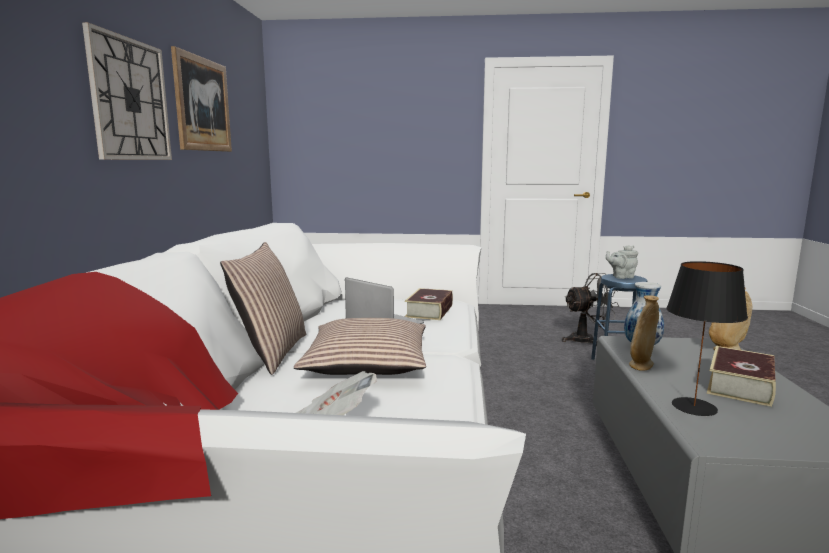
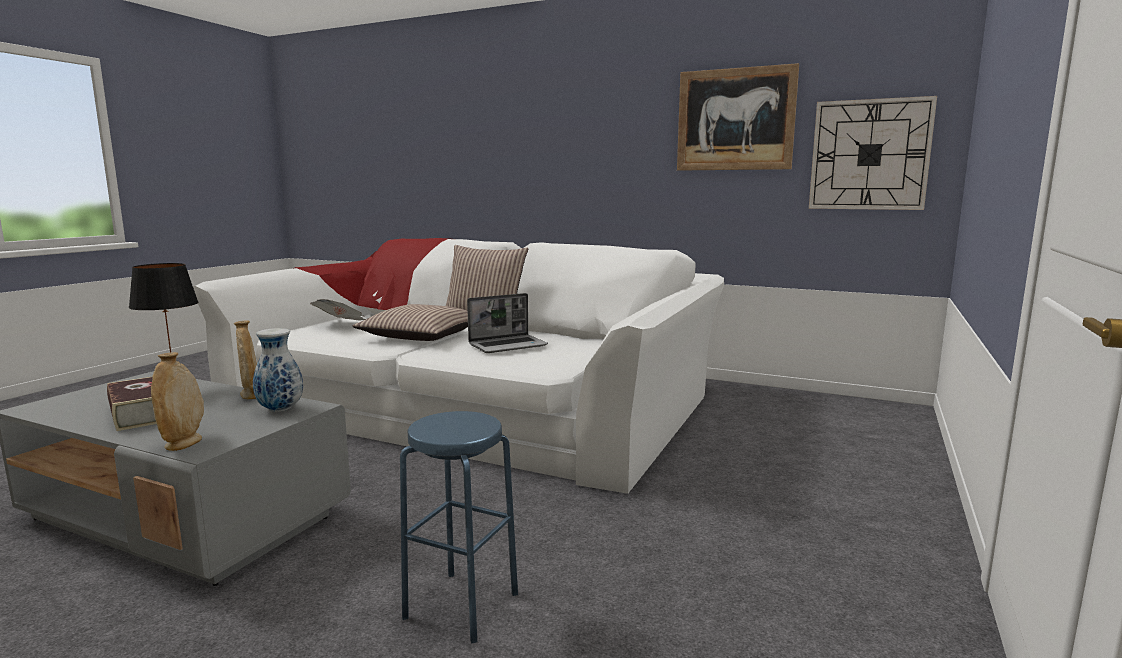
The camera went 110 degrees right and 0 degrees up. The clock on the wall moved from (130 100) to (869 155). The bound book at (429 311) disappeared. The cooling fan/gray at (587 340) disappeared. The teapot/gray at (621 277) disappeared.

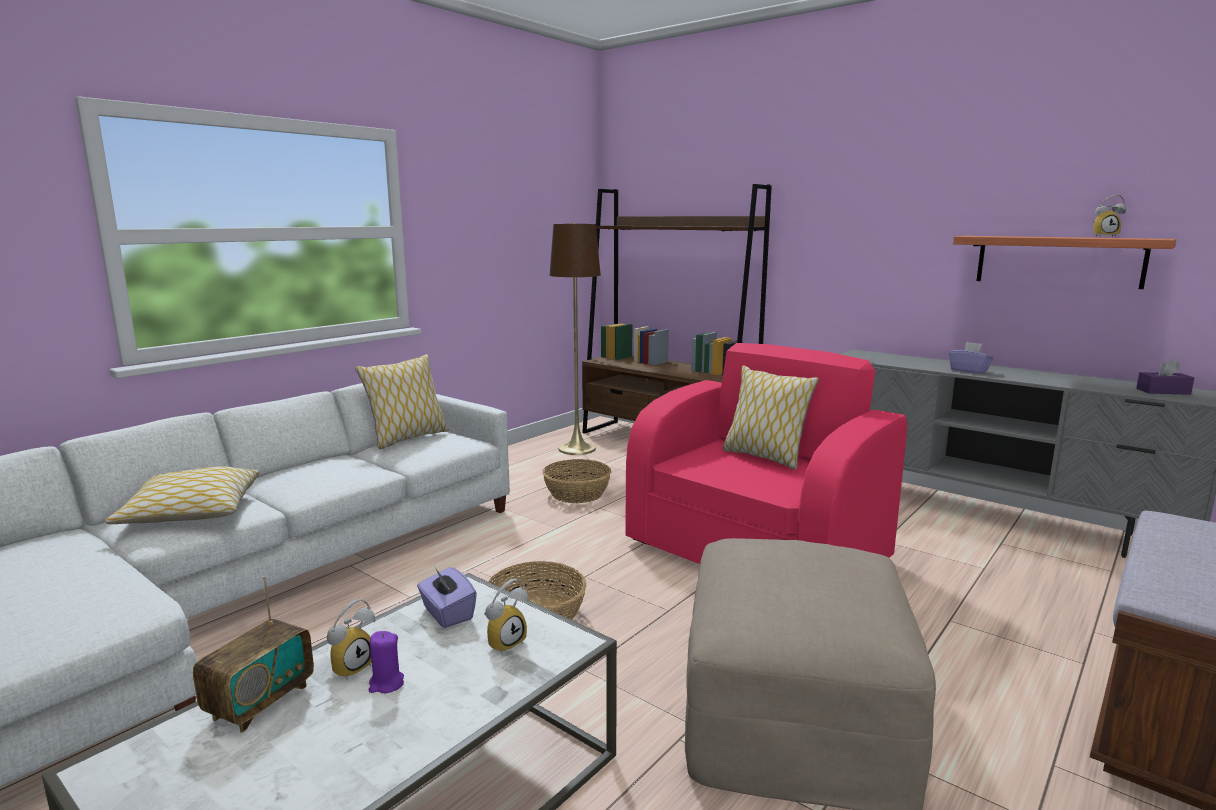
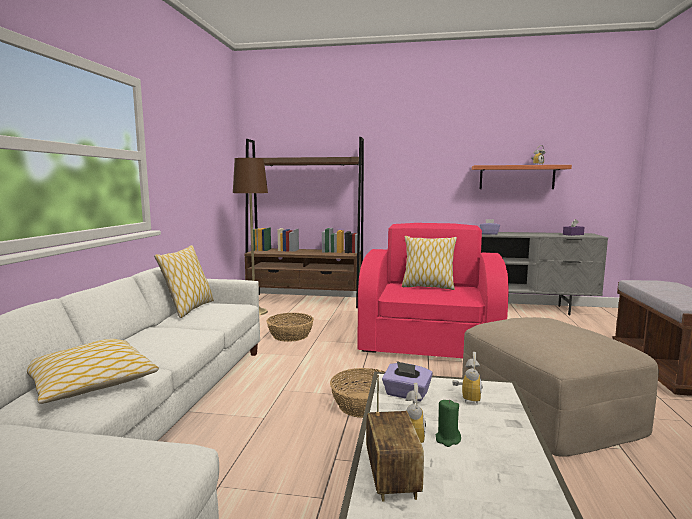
The camera went 30 degrees left and 5 degrees down. The candle/purple at (386 684) became the candle/green at (447 439).

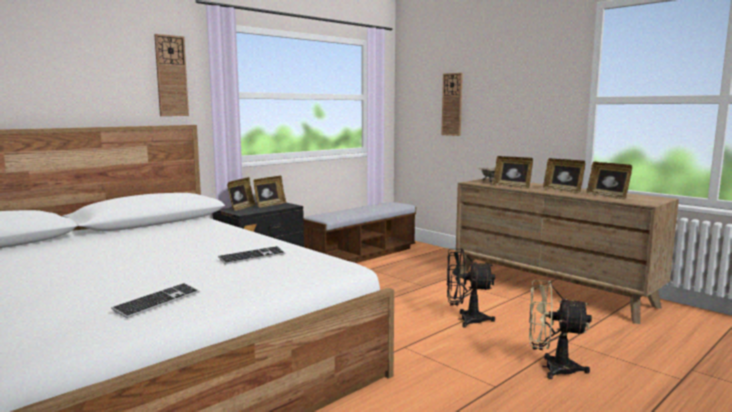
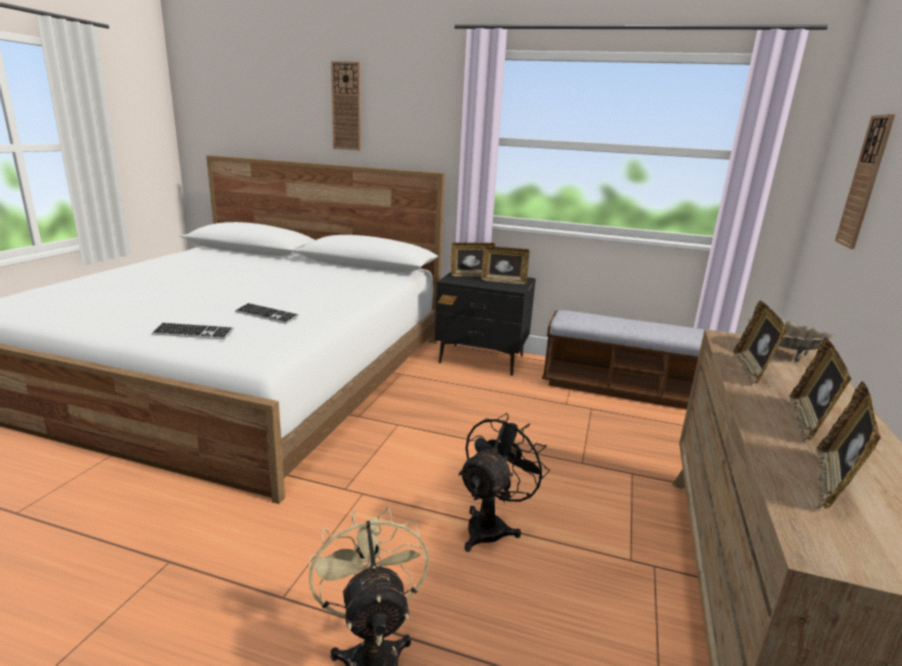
The camera went 60 degrees right and 10 degrees up. The computer keyboard moved from (157 302) to (193 333). The clock on the wall moved from (171 76) to (346 106). The cooling fan/blackish at (465 320) turned 60 degrees clockwise.

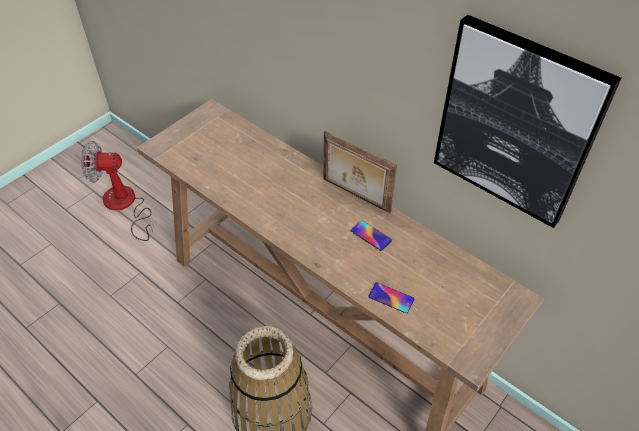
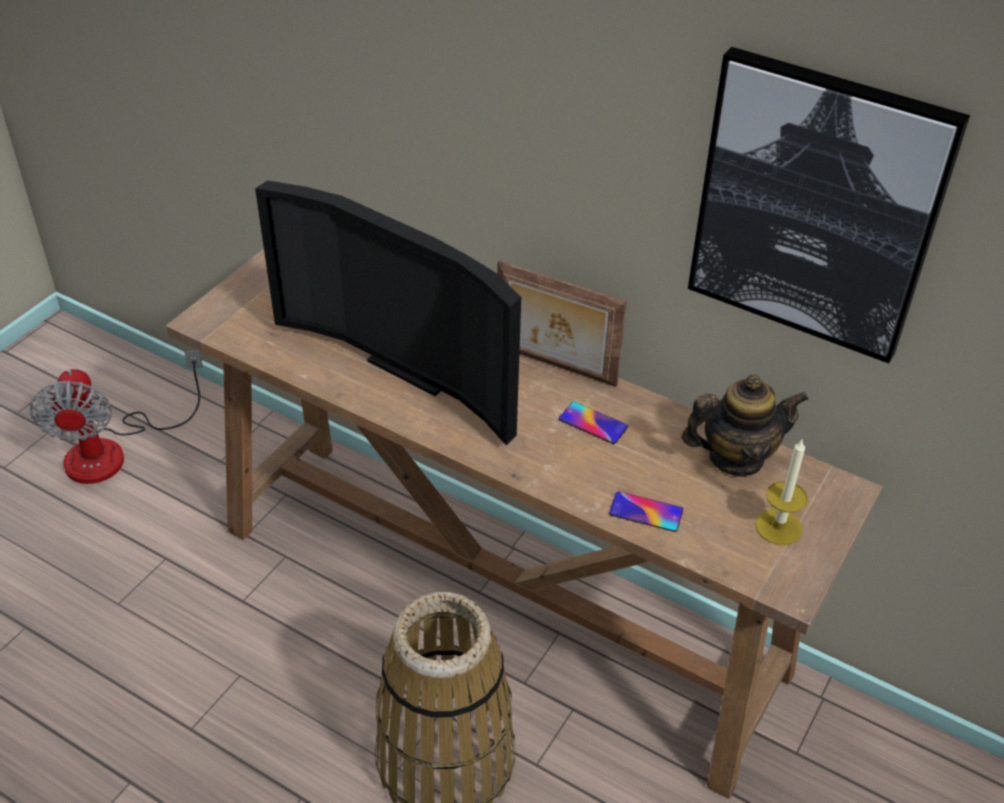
The camera went 10 degrees left and 5 degrees down. The cooling fan at (125 206) turned 90 degrees counterclockwise. The TV at (415 364) appeared. The teapot at (736 457) appeared. The candle at (778 527) appeared.

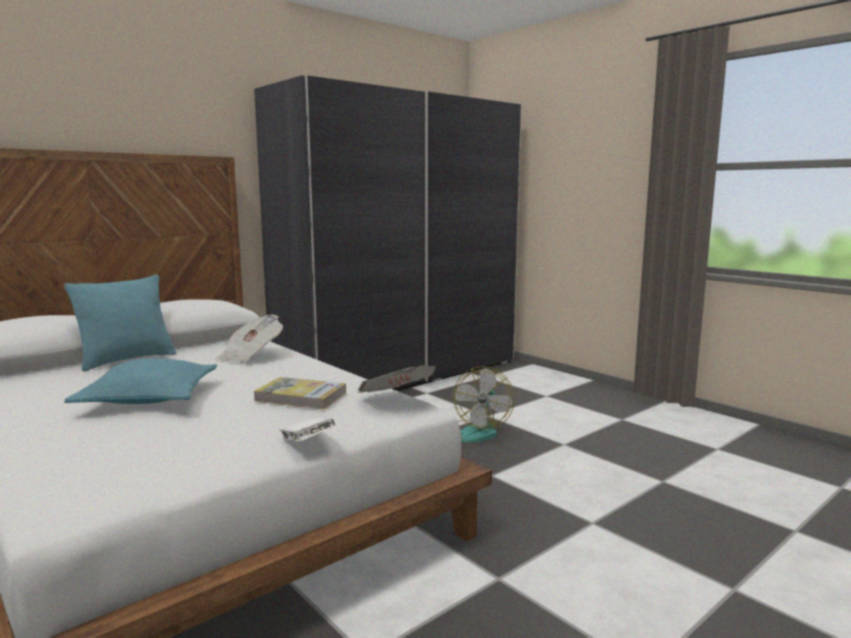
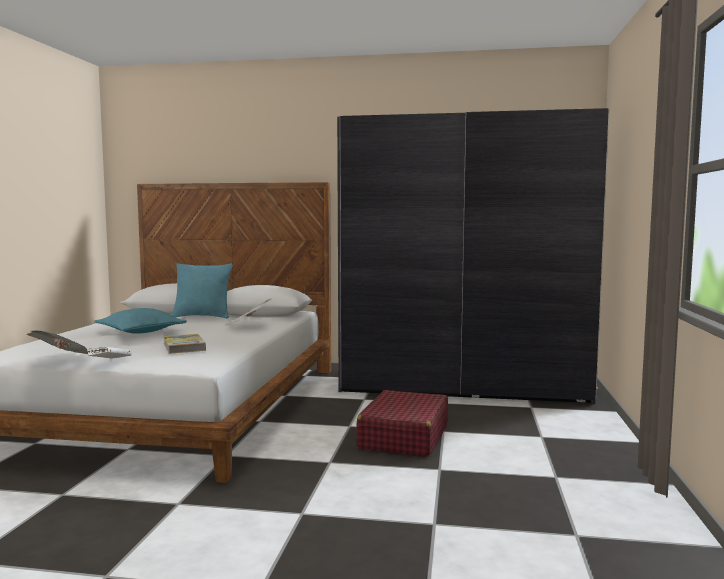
The camera went 50 degrees right and 5 degrees down. The printed paper moved from (396 401) to (65 360). The cooling fan at (479 431) was replaced by the suitcase/reddish at (403 437).

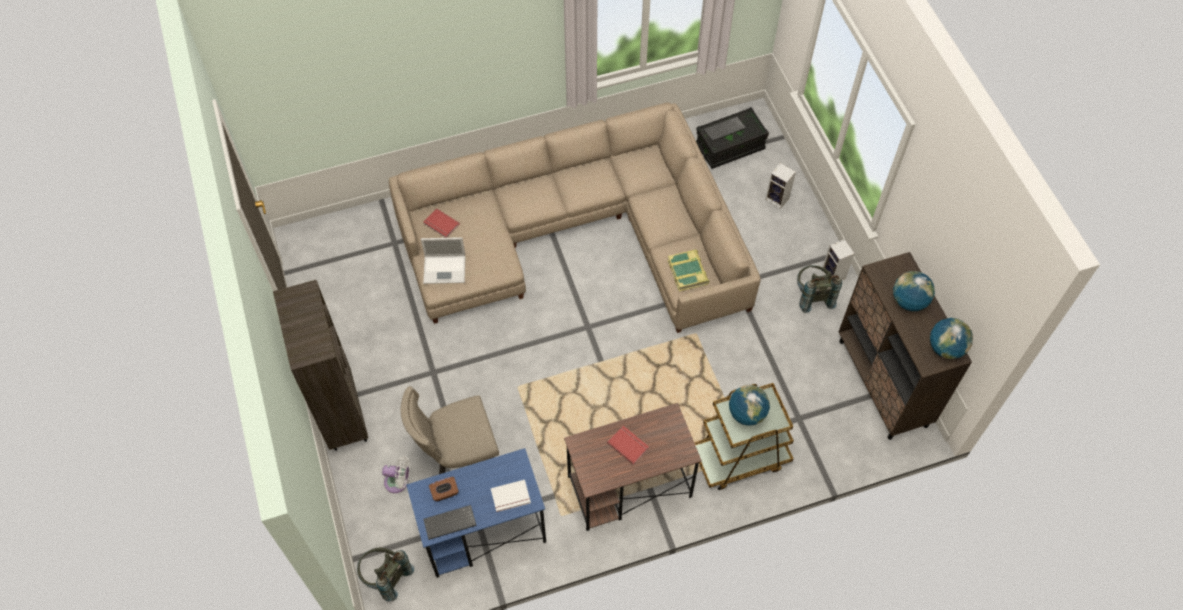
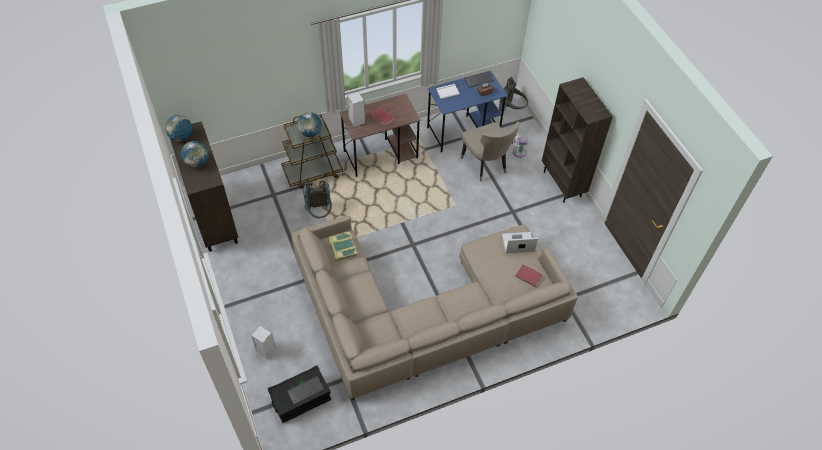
The camera went 175 degrees right and 5 degrees down. The rucksack/gray moved from (812 296) to (320 213). The loudspeaker moved from (834 274) to (356 120). The plain chair/beige at (457 457) turned 90 degrees clockwise.

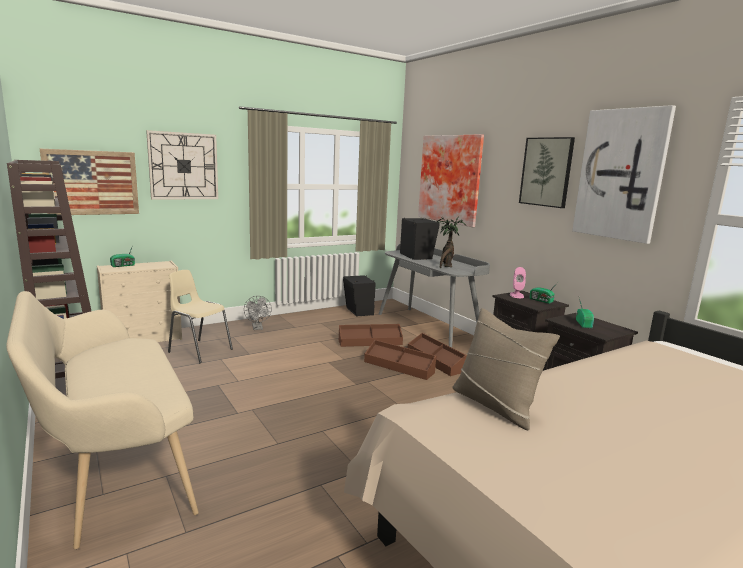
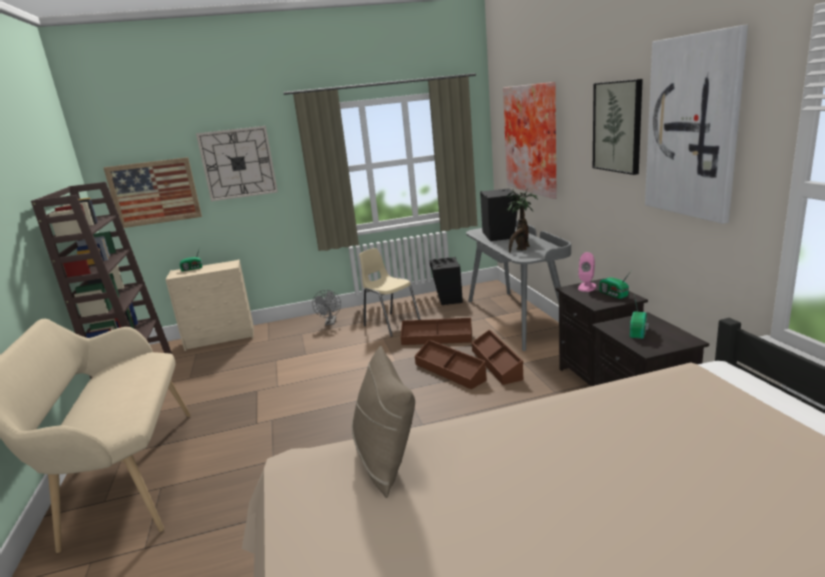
The camera went 20 degrees right and 5 degrees up. The plain chair/beige moved from (199 350) to (391 324).

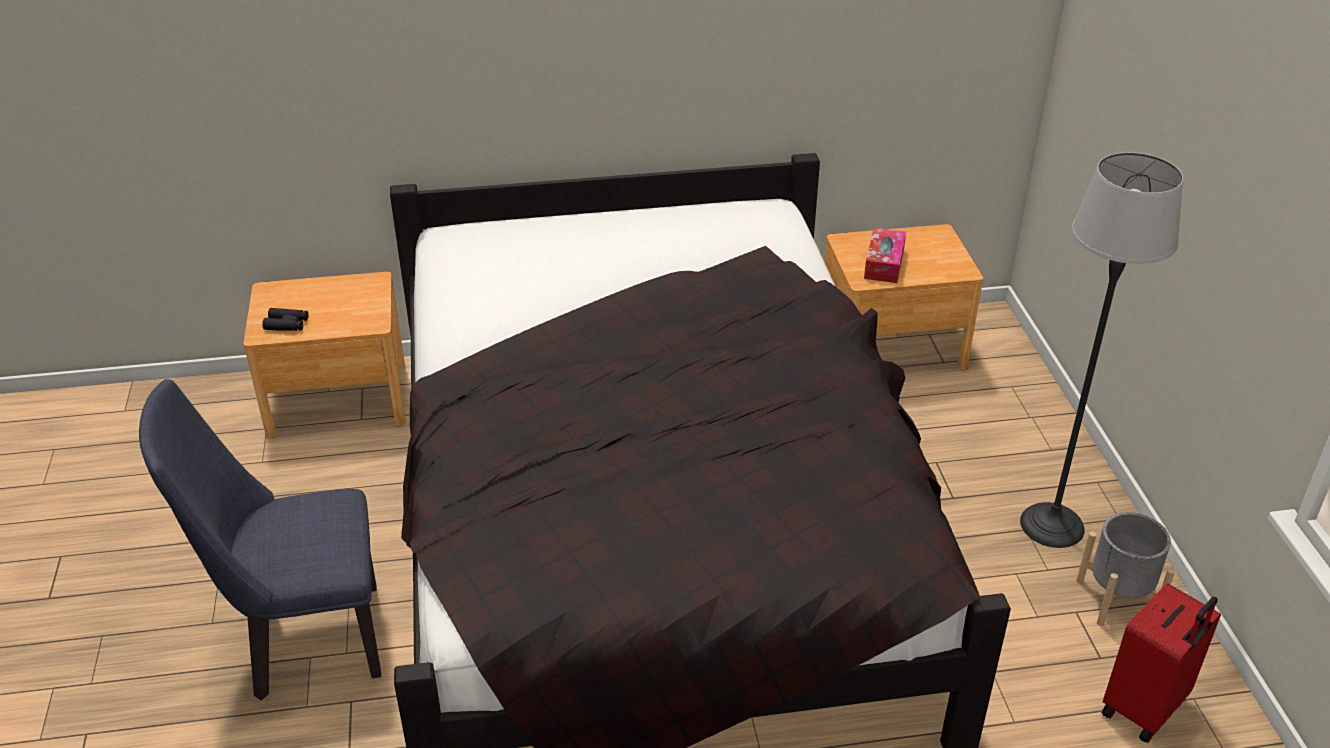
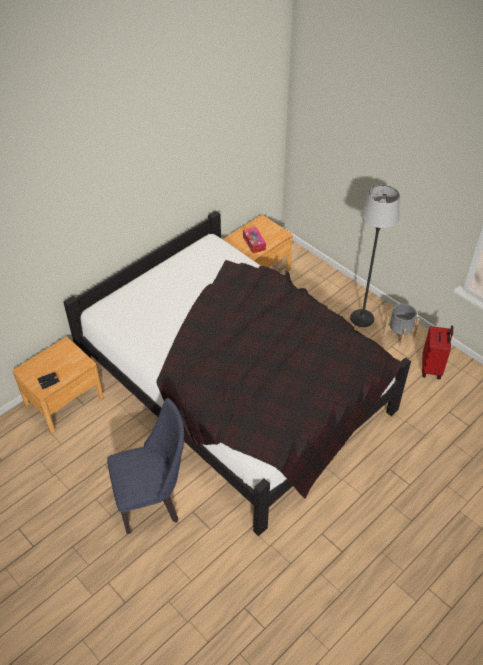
The camera went 35 degrees left and 10 degrees up. The plain chair/blue-coloured at (302 642) turned 150 degrees counterclockwise.

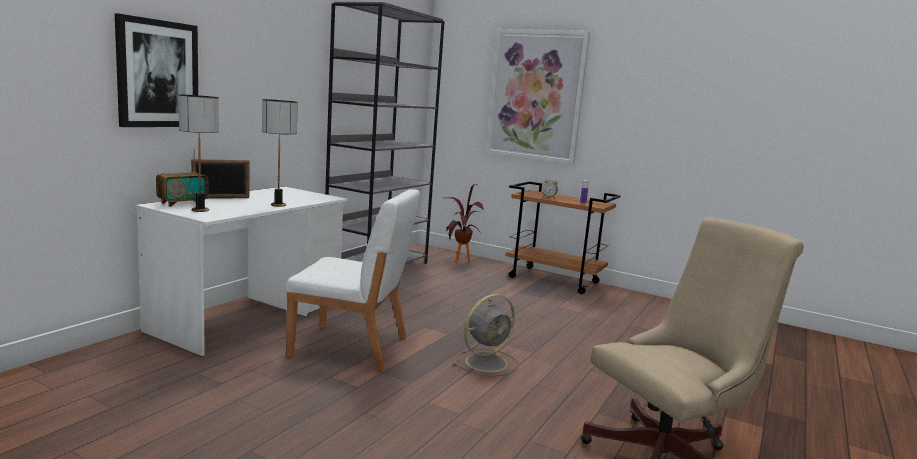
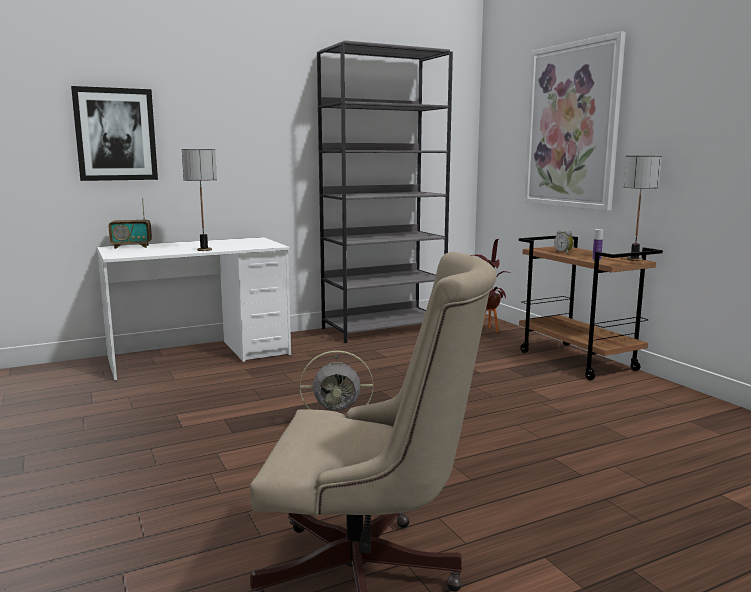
The camera went 35 degrees right and 0 degrees up. The tabletop lamp moved from (199 210) to (634 260). The picture frame at (221 198) disappeared. The plain chair/white at (351 347) disappeared.

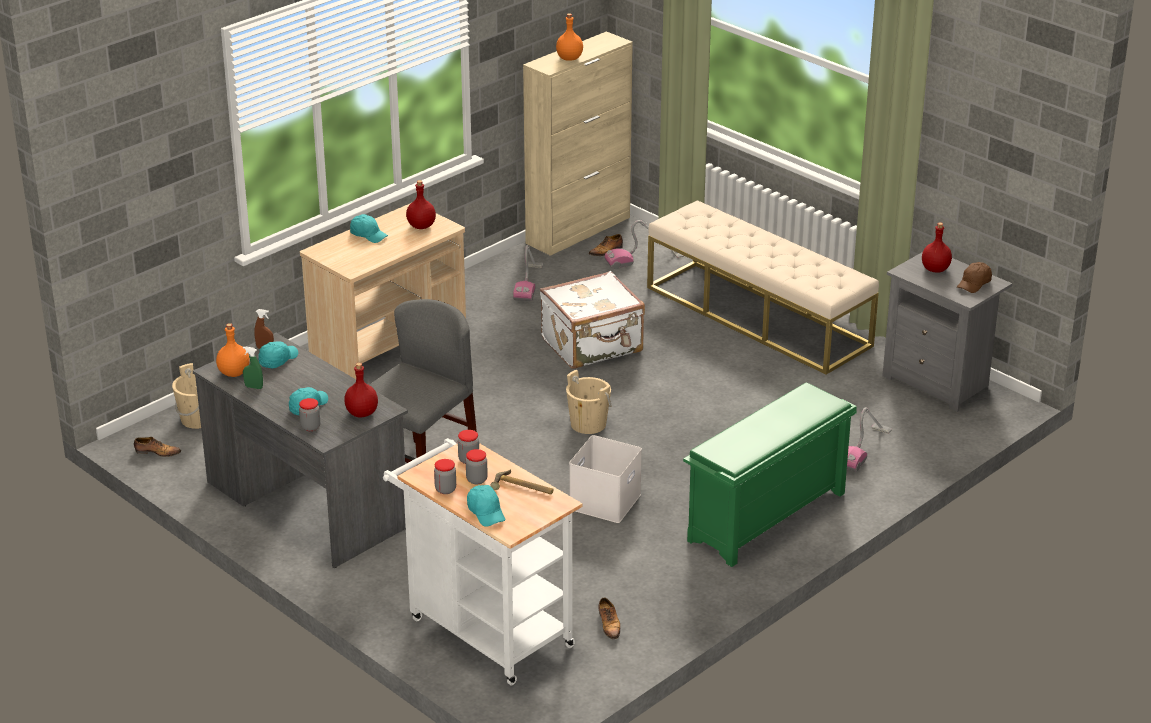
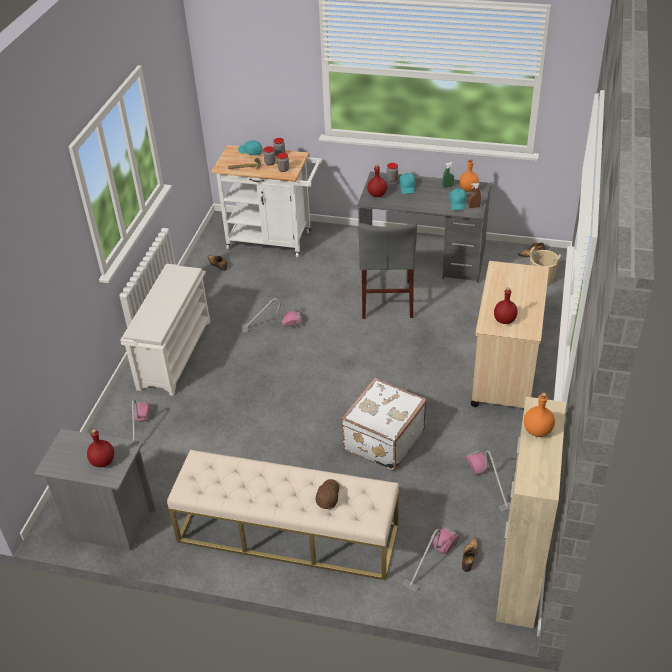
The camera went 150 degrees right and 10 degrees up. The shoe rack/green at (766 518) became the shoe rack/white at (174 353). The storage container/white at (605 502) was replaced by the vacuum cleaner at (272 325). The baseball cap/brown-coloured moved from (974 284) to (328 496). The baseball cap/turquoise at (368 235) disappeared. The bucket/beige at (588 424) disappeared.

